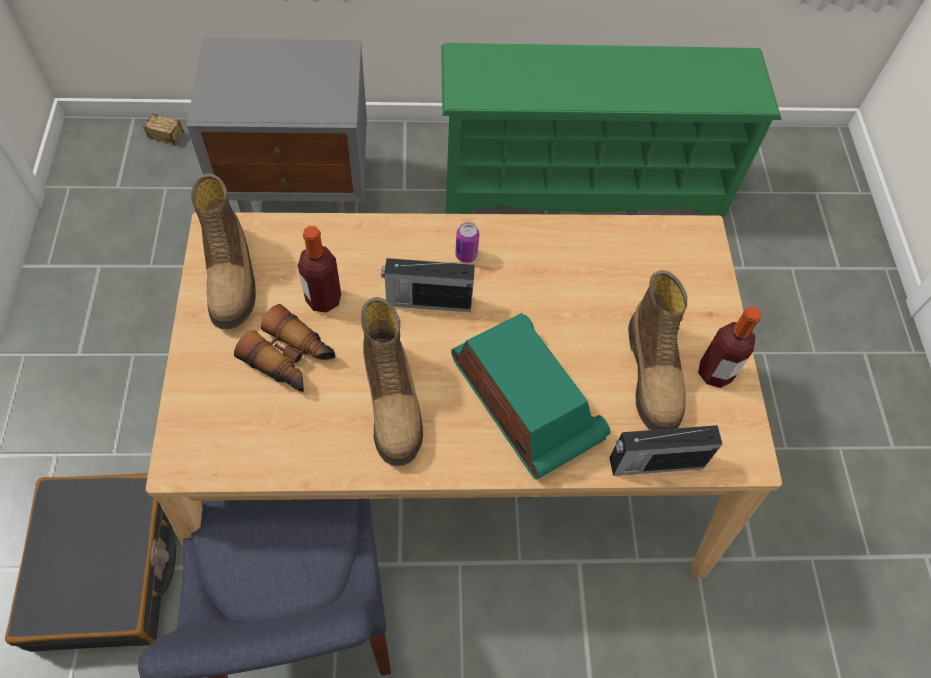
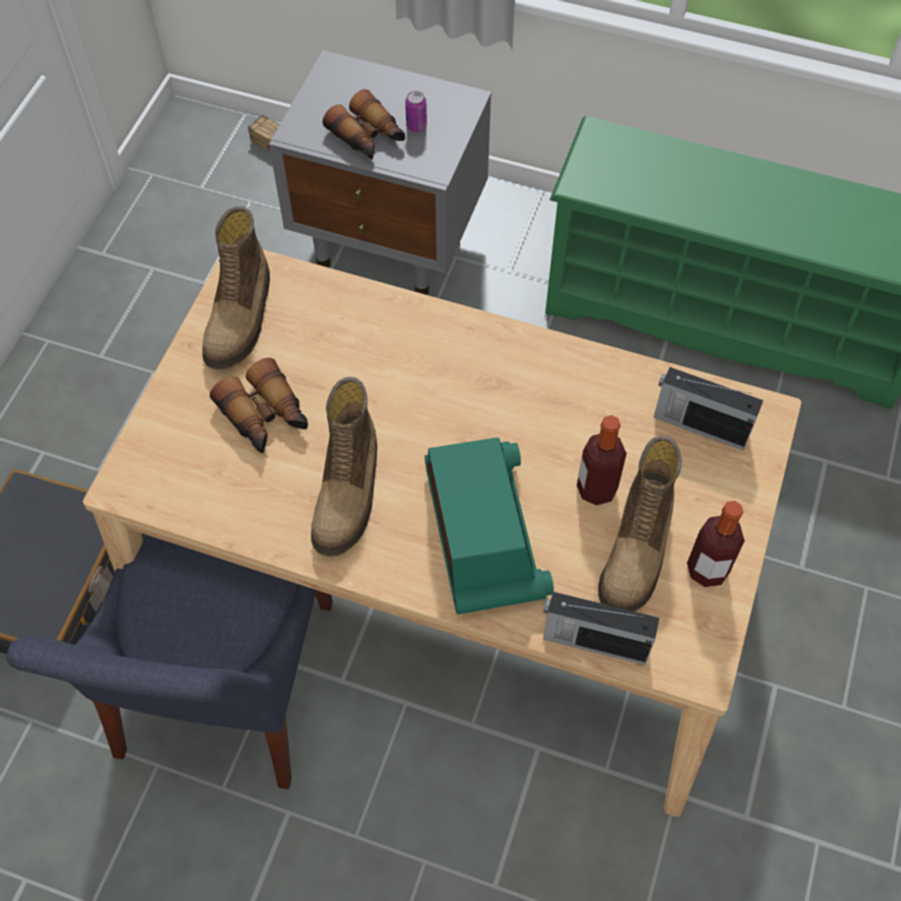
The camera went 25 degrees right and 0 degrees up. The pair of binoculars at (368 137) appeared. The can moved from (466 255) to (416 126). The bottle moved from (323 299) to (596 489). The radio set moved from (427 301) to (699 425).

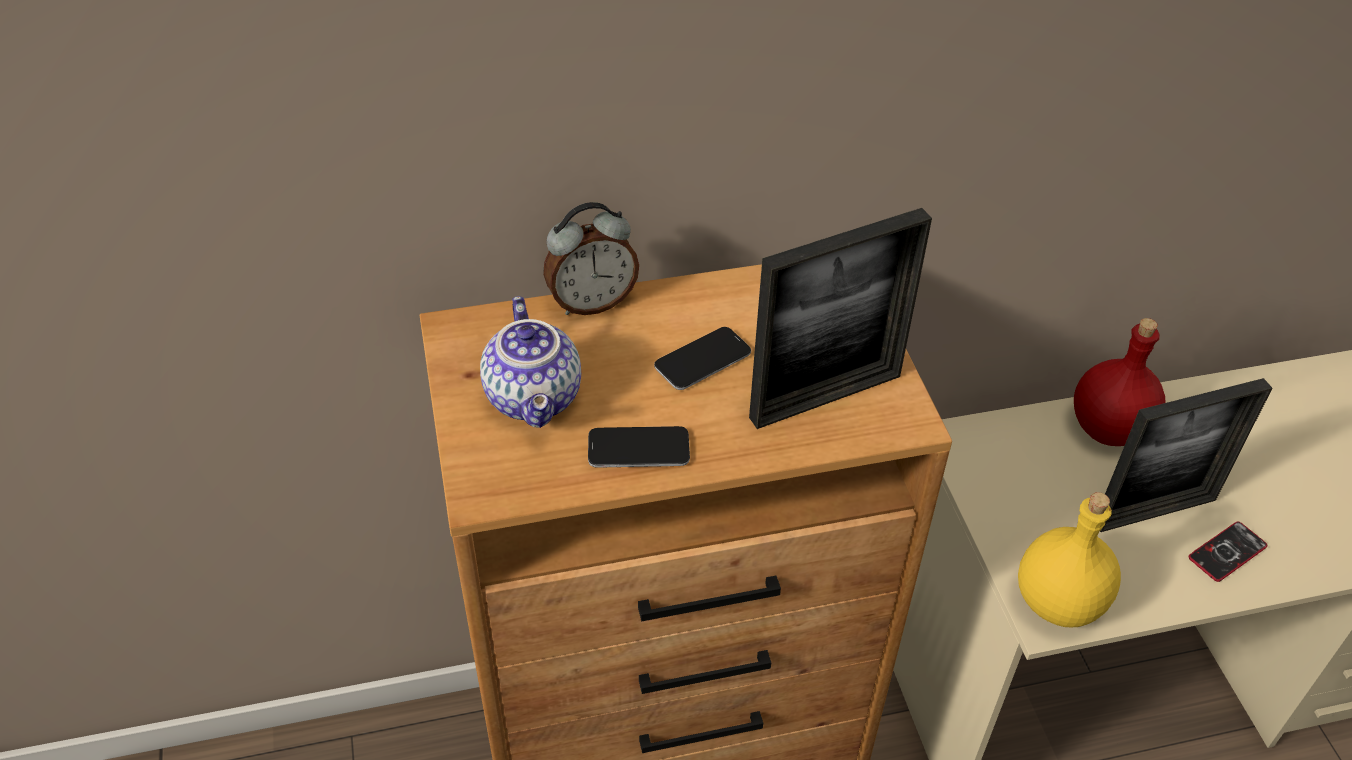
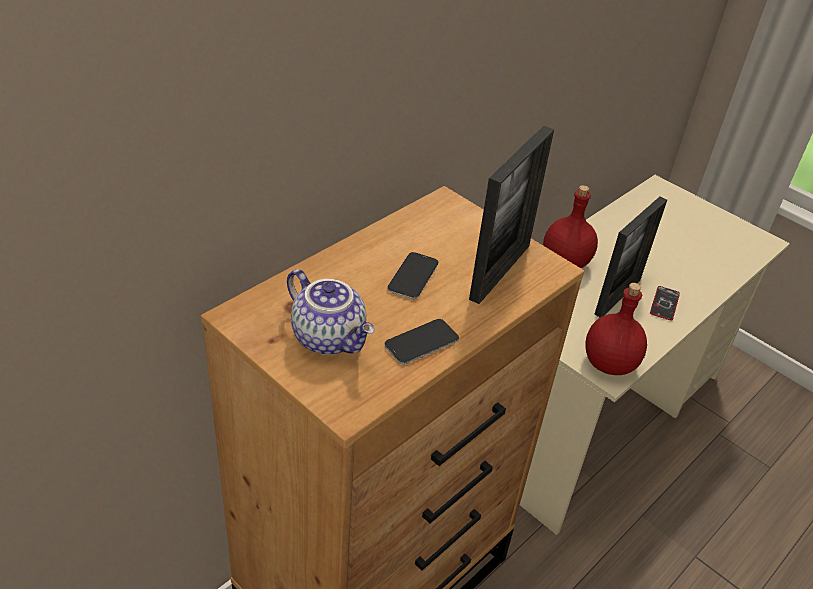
The camera went 35 degrees left and 5 degrees down. The bottle/yellow at (1060 602) became the bottle/reddish at (609 363). The alarm clock at (591 302) disappeared.

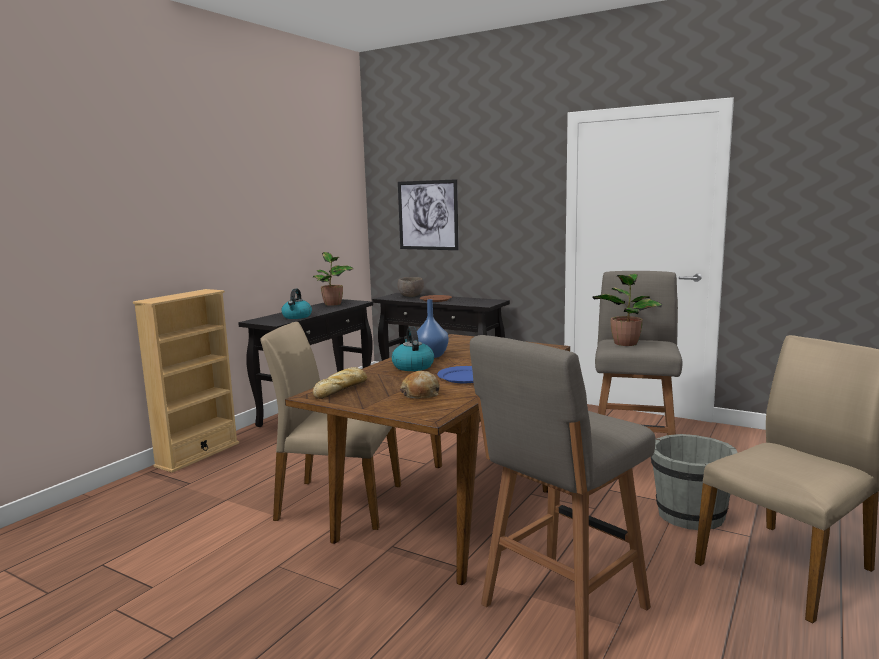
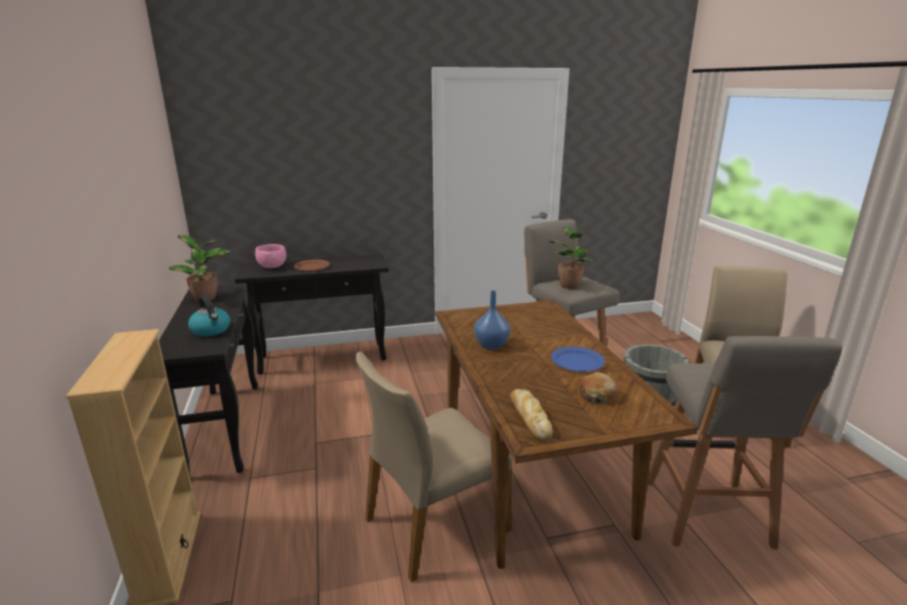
The camera went 45 degrees left and 10 degrees up. The serving bowl/brown-coloured at (410 296) became the serving bowl/pink-coloured at (272 267). The kettle at (412 366) disappeared. The picture at (428 215) disappeared.

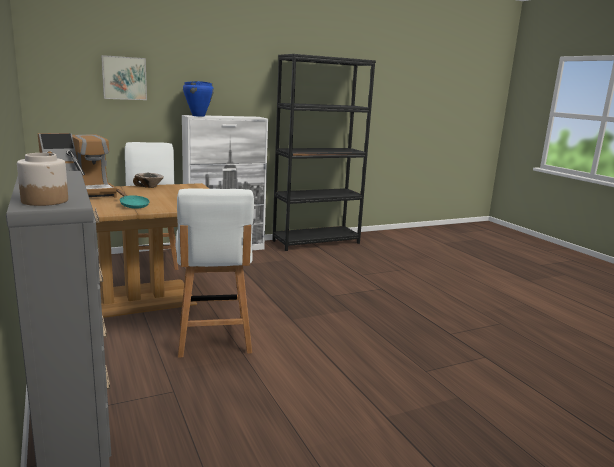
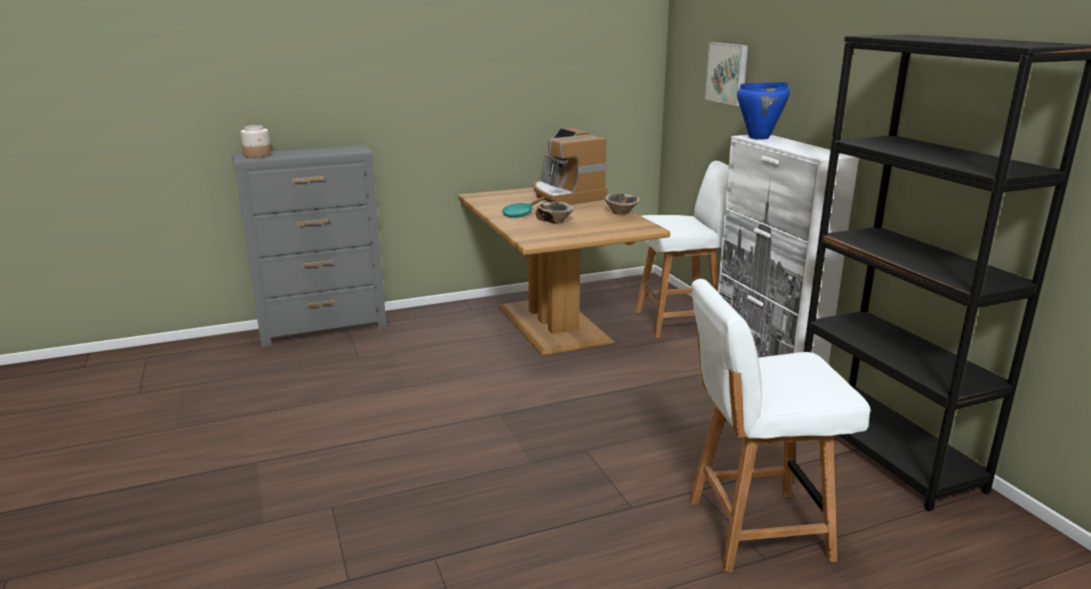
The camera went 95 degrees right and 5 degrees up. The serving bowl at (555 221) appeared. The plain chair/white moved from (214 339) to (754 530).

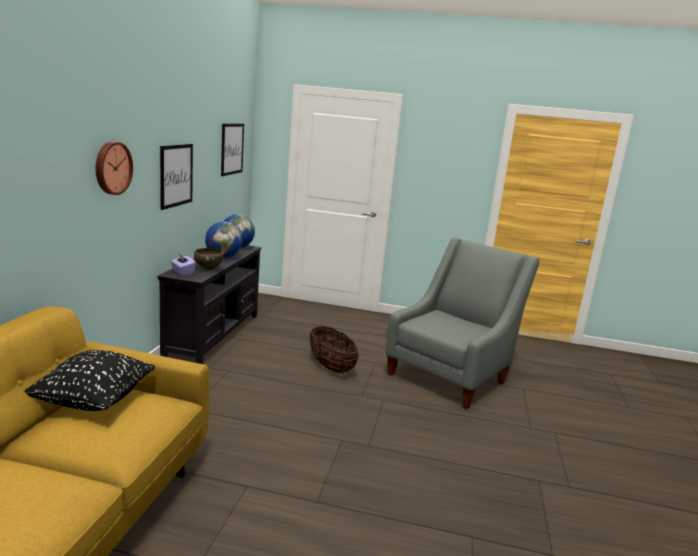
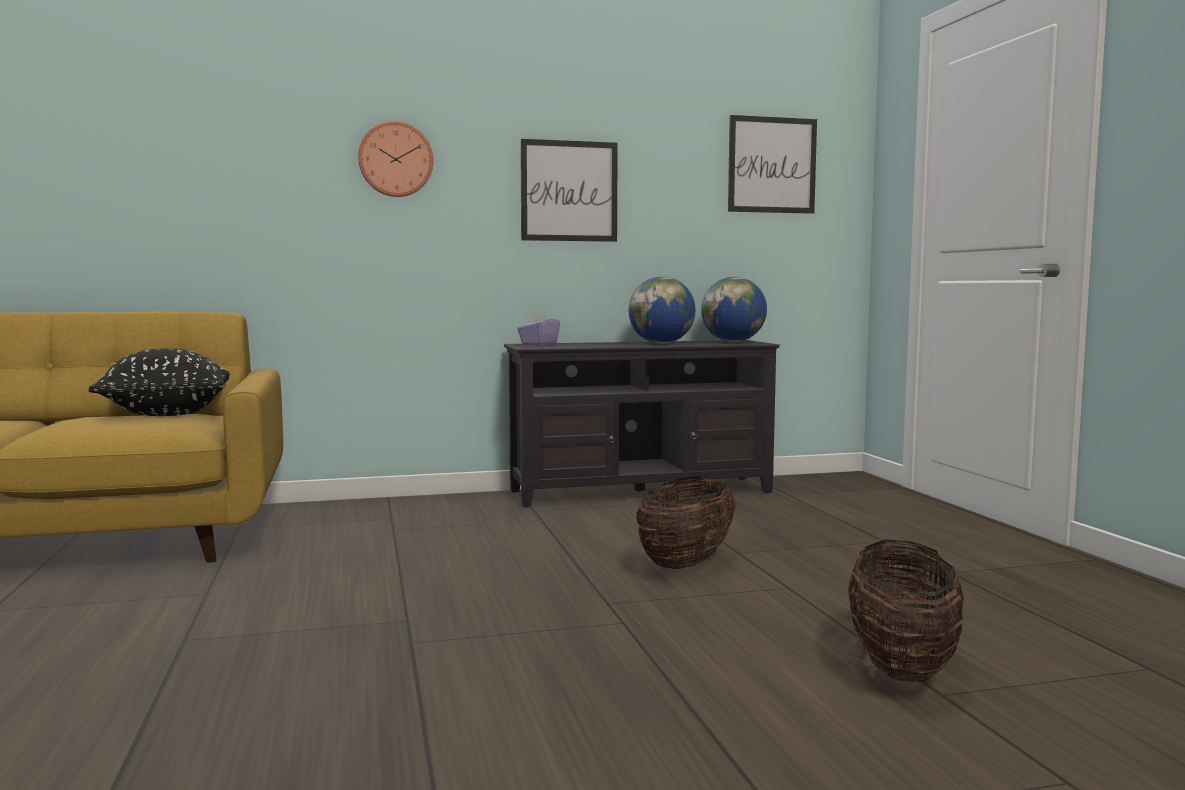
The camera went 65 degrees right and 10 degrees down. The armchair/gray at (451 376) was replaced by the basket at (901 666). The serving bowl/brown-coloured at (208 270) disappeared.

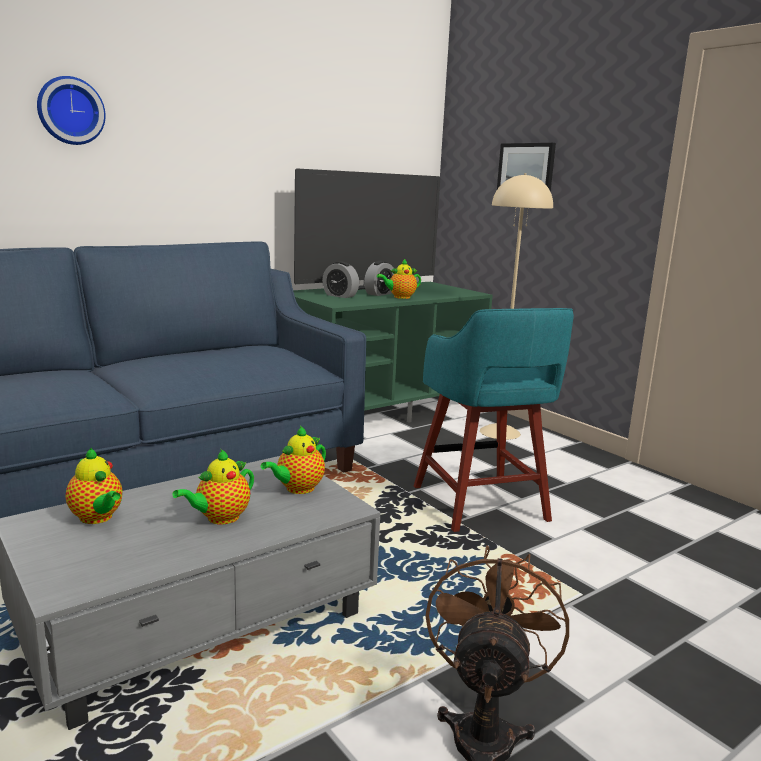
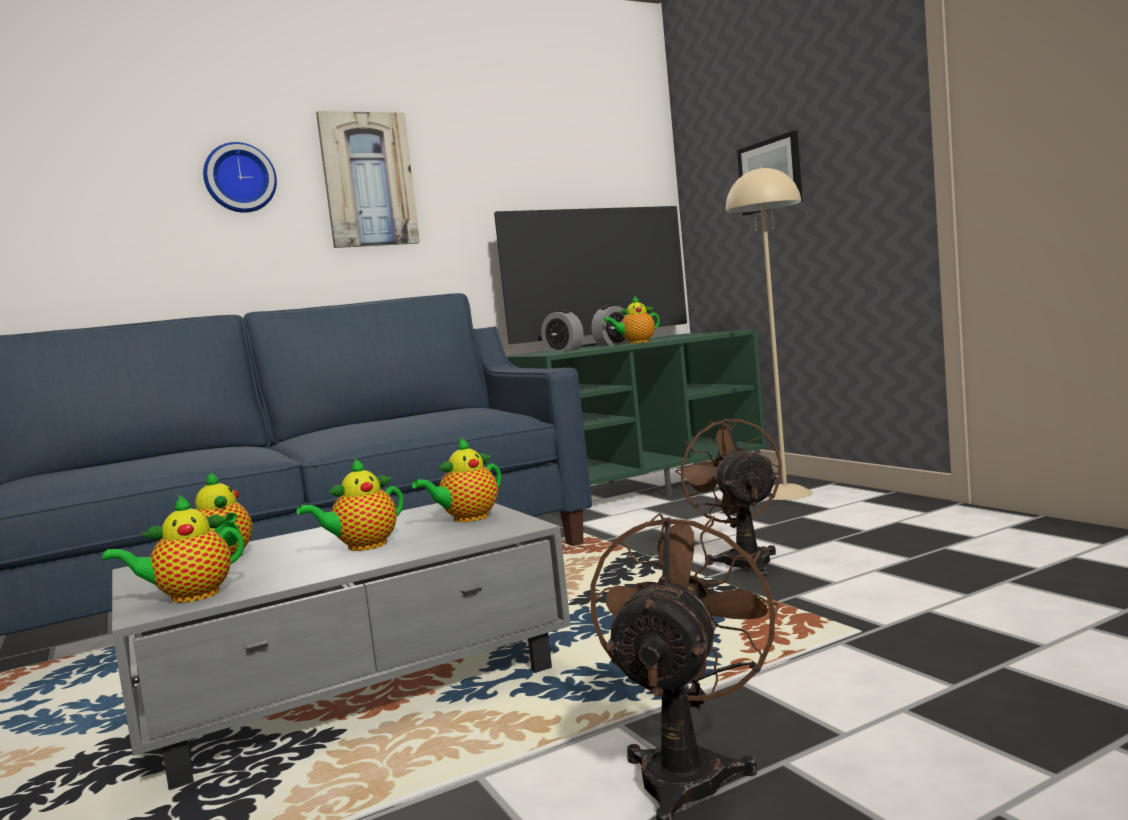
The camera went 10 degrees right and 10 degrees down. The teapot at (189 597) appeared. The picture at (368 180) appeared. The stool/turquoise at (481 505) was replaced by the cooling fan/brown-coloured at (742 560).

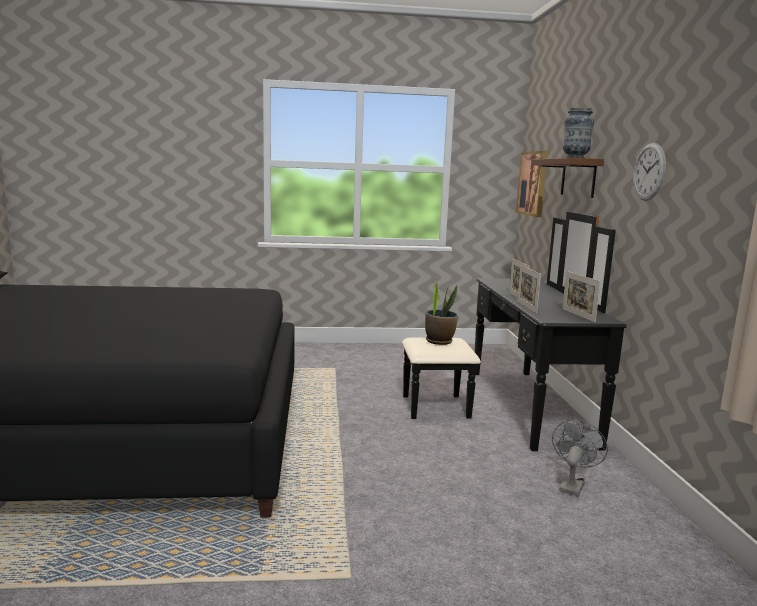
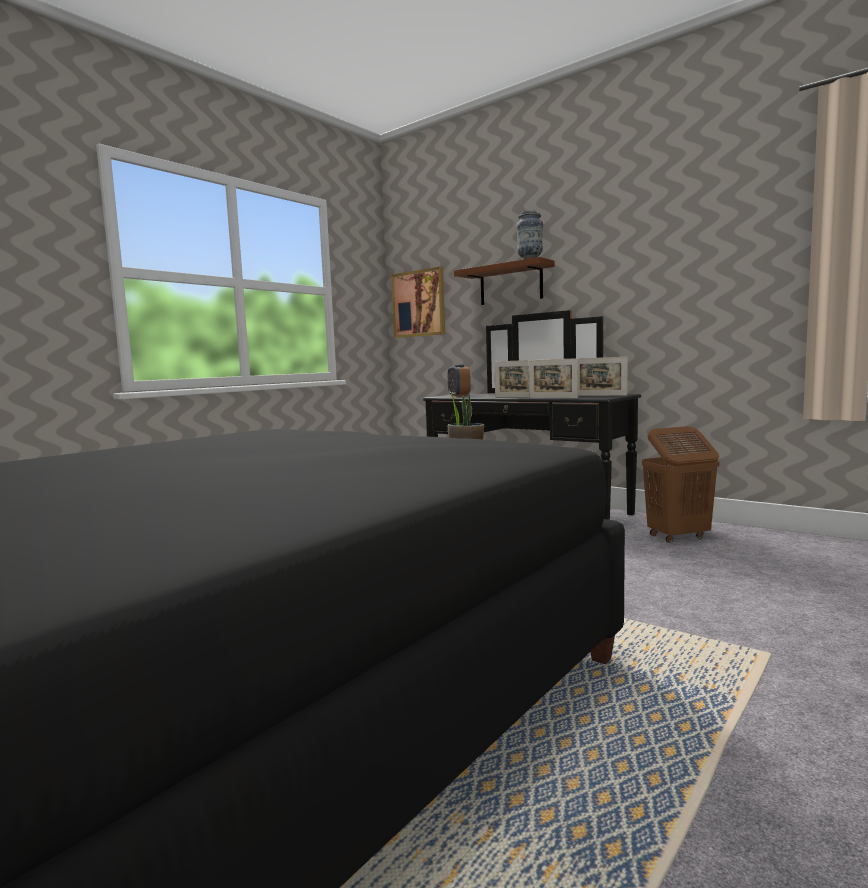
The camera went 45 degrees left and 5 degrees down. The alarm clock at (459 395) appeared. The cooling fan/gray at (572 485) was replaced by the hamper/brown-coloured at (677 537). The clock on the wall at (649 172) disappeared.

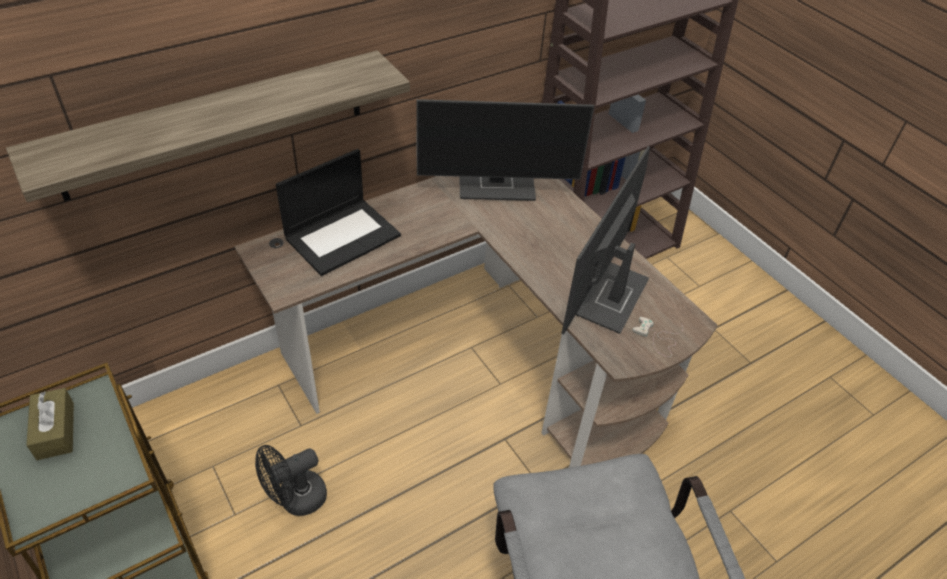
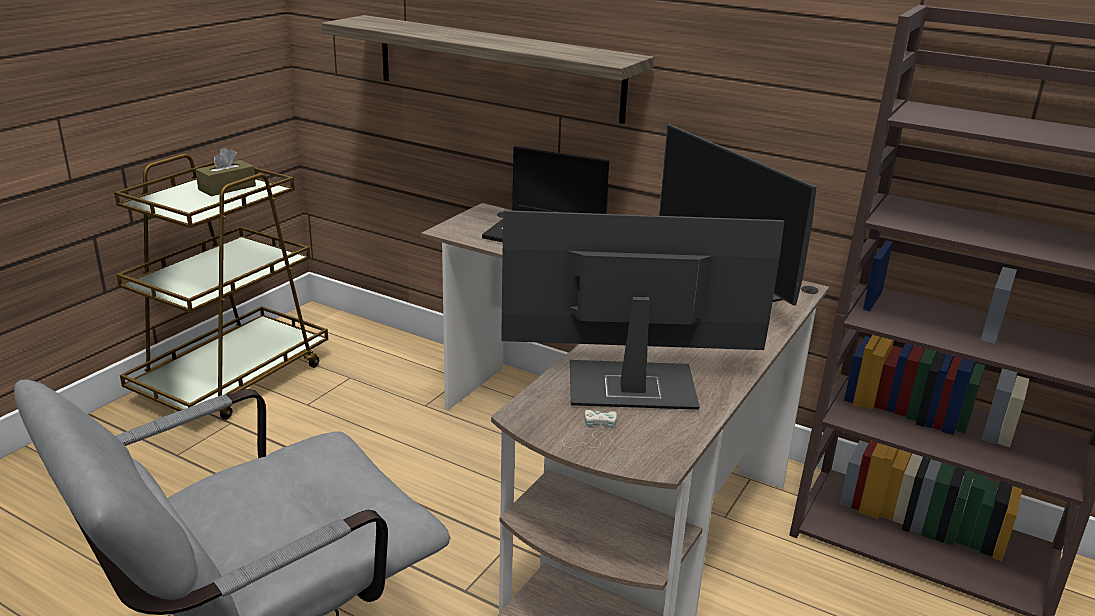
The camera went 65 degrees right and 20 degrees down. The cooling fan/blackish at (295 499) disappeared.

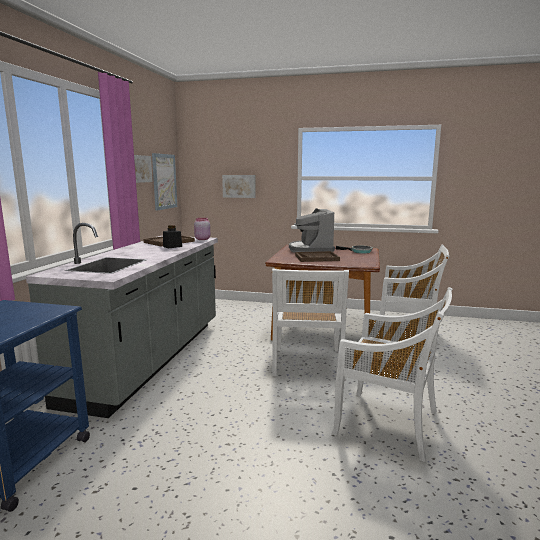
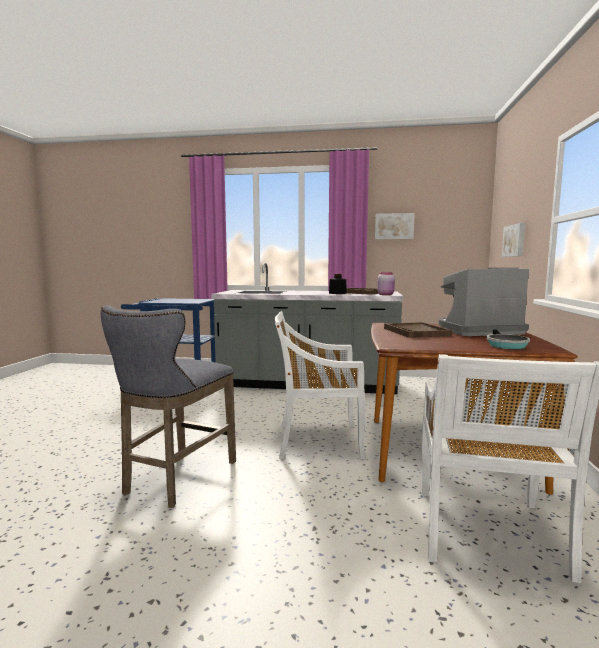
The camera went 85 degrees right and 5 degrees down. The plain chair/white at (389 424) was replaced by the stool/gray at (176 479). The picture at (164 181) disappeared.

